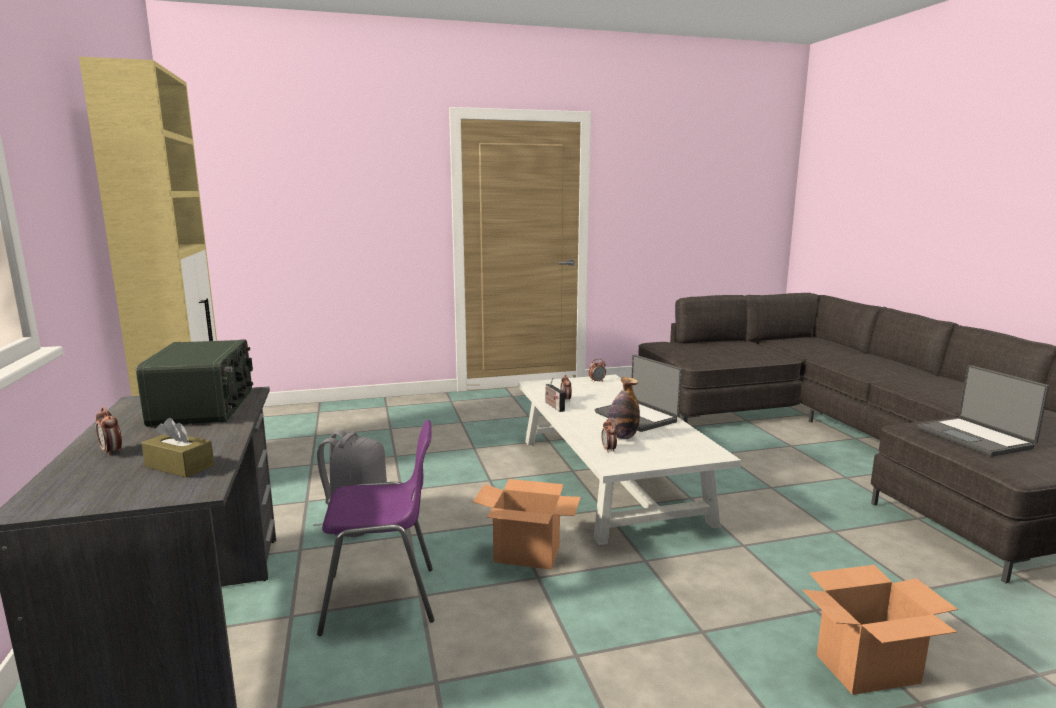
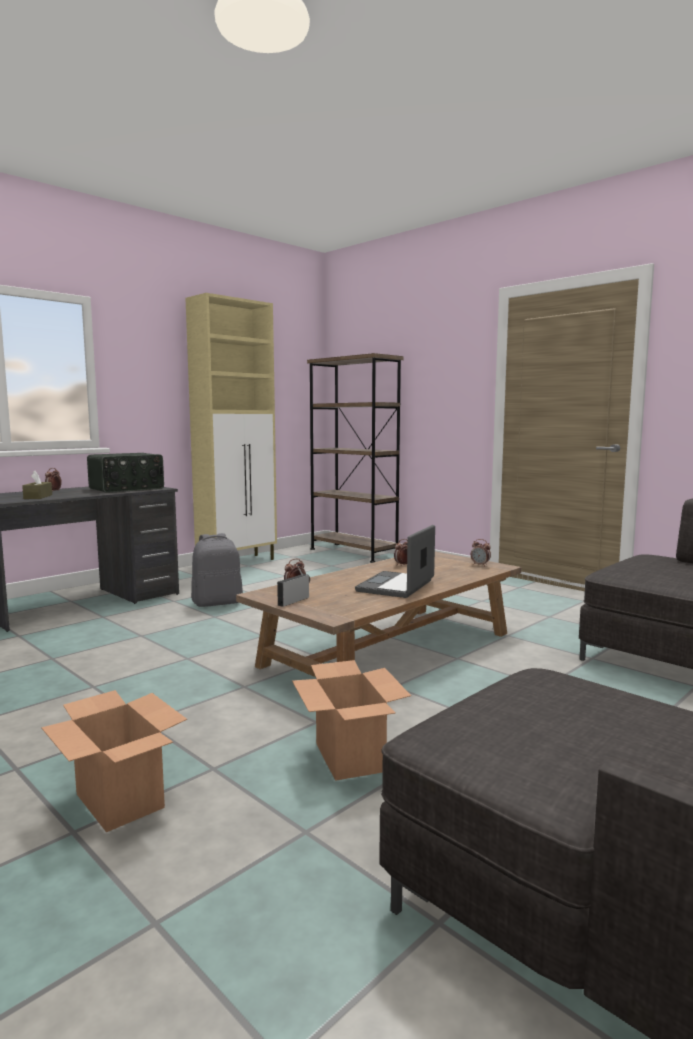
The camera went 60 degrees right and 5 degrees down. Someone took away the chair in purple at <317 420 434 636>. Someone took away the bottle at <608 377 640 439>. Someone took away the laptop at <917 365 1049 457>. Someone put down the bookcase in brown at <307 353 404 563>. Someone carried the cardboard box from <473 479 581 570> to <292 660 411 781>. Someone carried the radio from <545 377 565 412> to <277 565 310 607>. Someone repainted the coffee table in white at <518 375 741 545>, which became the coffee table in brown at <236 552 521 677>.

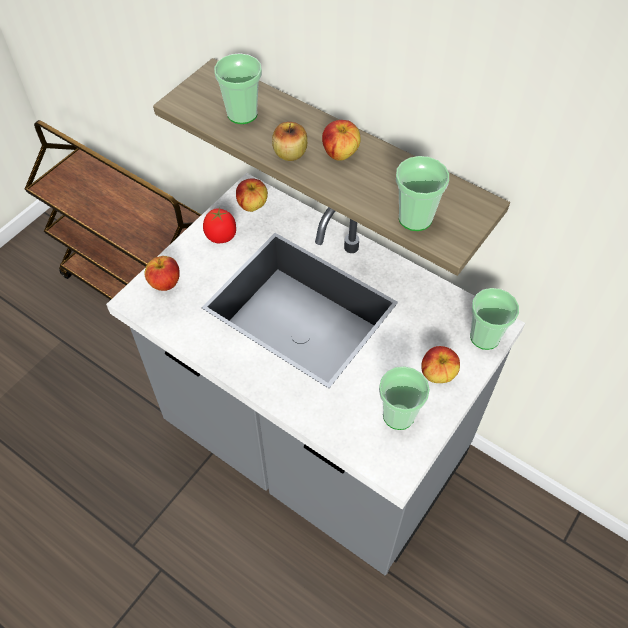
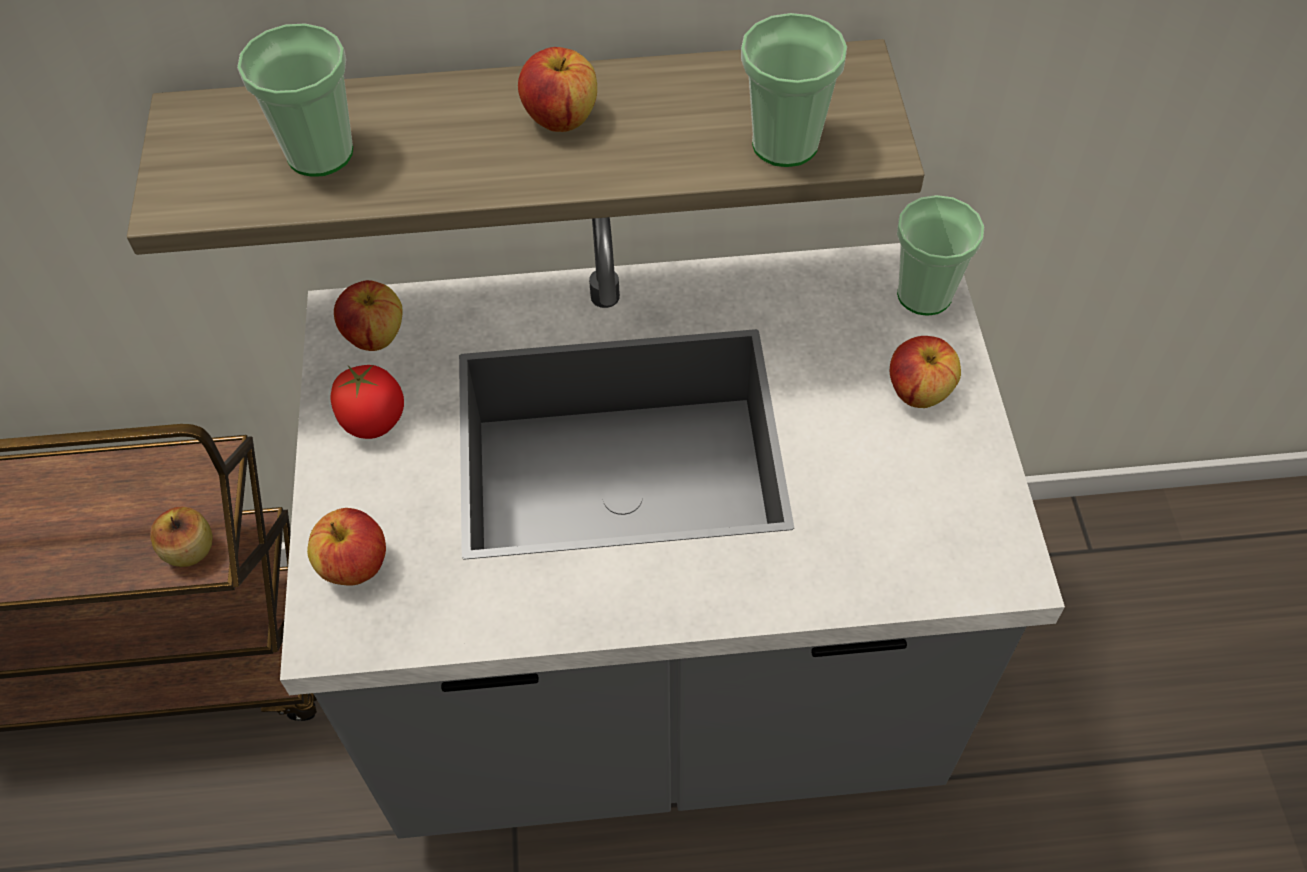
The camera went 40 degrees left and 0 degrees up. Someone took away the cup at <379 366 430 430>. Someone carried the apple from <272 122 307 161> to <150 506 213 567>.

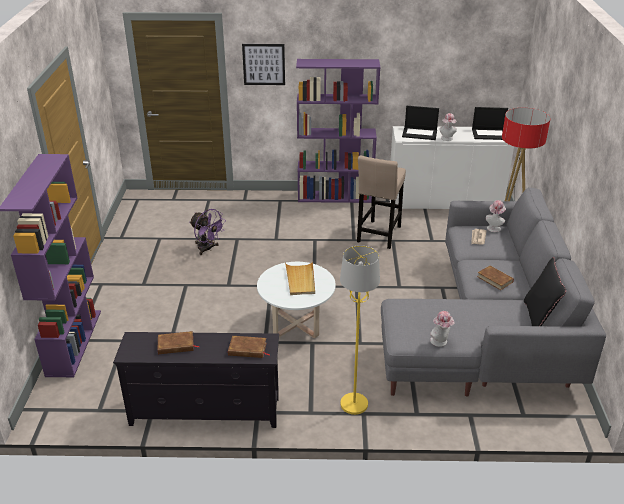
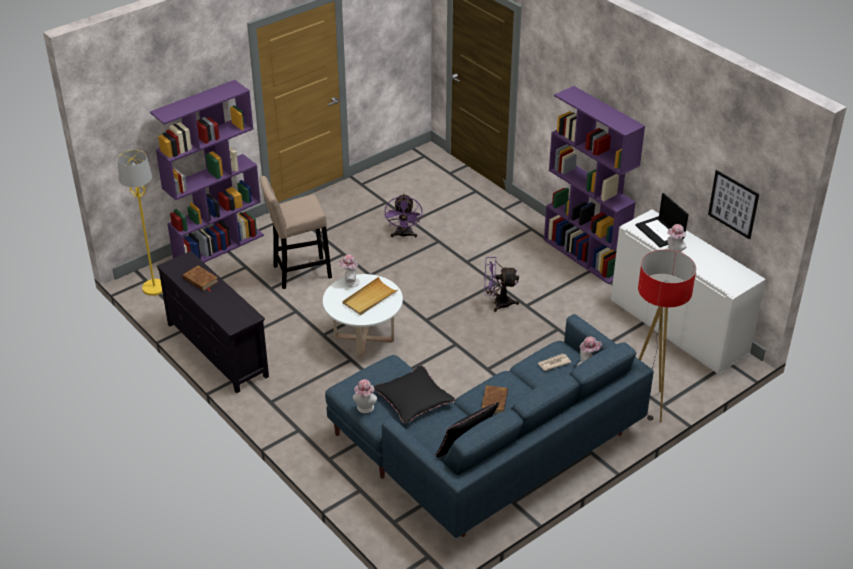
The camera went 50 degrees right and 5 degrees up. Someone took away the book in brown at <228 336 270 358>. Someone took away the laptop at <472 107 508 140>. Someone put down the hat at <338 255 360 287>. Someone put down the pillow in black at <373 366 455 423>. Someone put down the fan in purple at <484 257 519 312>. Someone carried the picture from <242 44 285 85> to <708 170 759 240>. Someone carried the floor lamp in yellow from <340 245 380 415> to <117 150 163 296>. Someone carried the stool in beige from <357 156 406 249> to <260 176 332 289>. Someone repainted the sofa in grey at <381 187 606 397>, which became the sofa in blue at <325 314 654 538>.

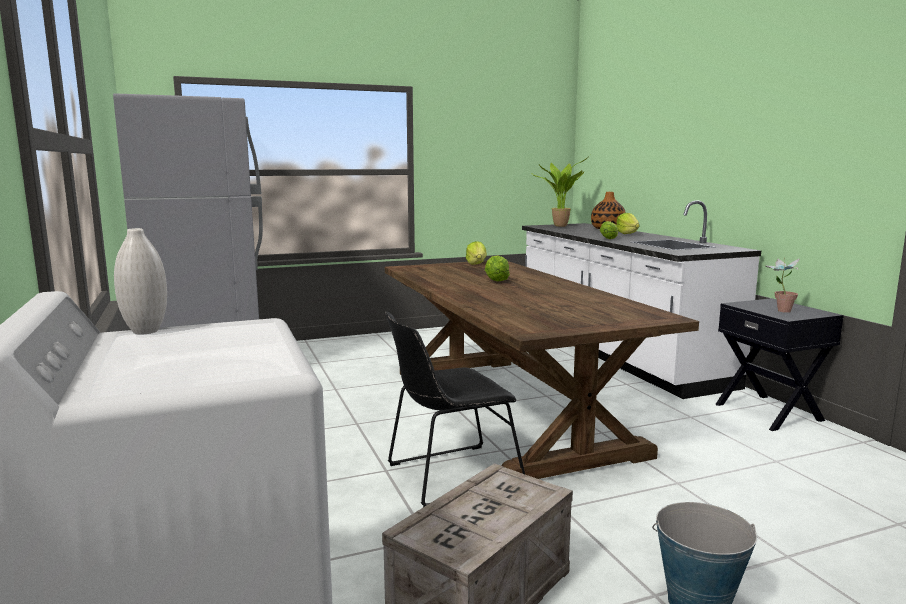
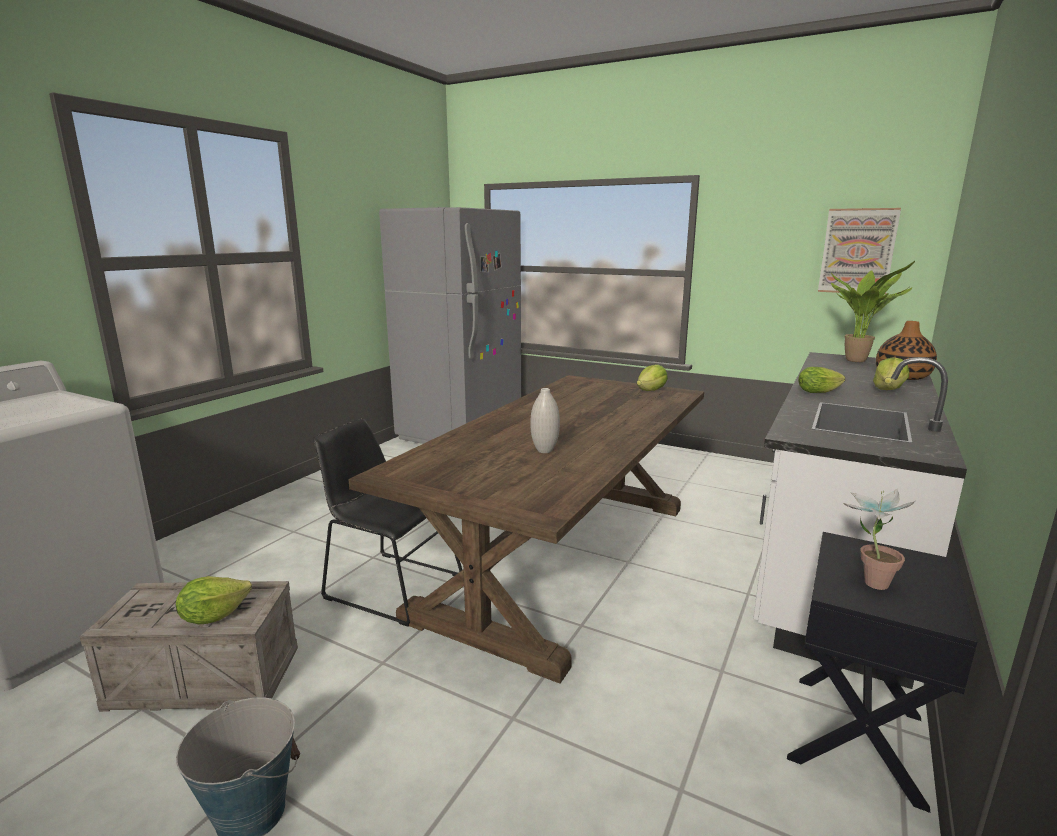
The camera went 50 degrees right and 5 degrees up. Someone put up the picture at <818 208 901 295>. Someone carried the vase in white from <114 228 167 335> to <530 388 560 453>. Someone carried the lettuce from <485 256 510 281> to <176 576 252 624>.

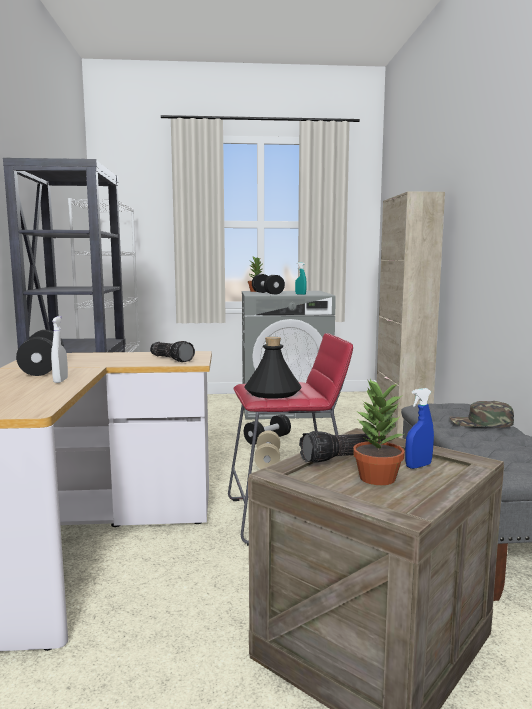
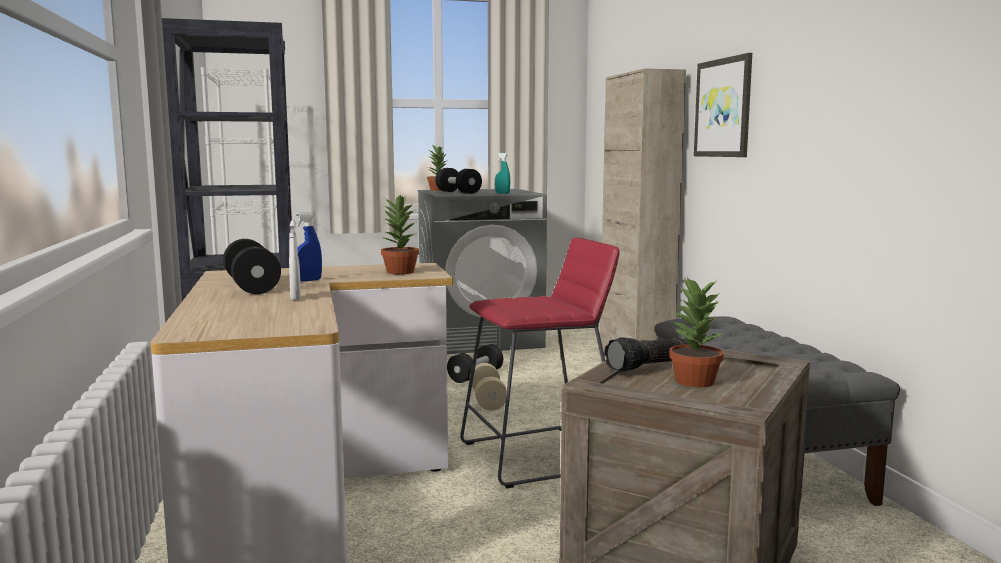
The camera went 10 degrees left and 0 degrees up. Someone took away the bottle in black at <244 337 302 399>. Someone took away the cap in green at <449 401 514 428>. Someone put up the picture at <694 53 752 157>. Someone carried the spray bottle in blue from <405 388 434 469> to <295 212 322 282>. Someone swapped the flashlight at <150 341 195 362> for the potted plant at <381 195 419 274>.

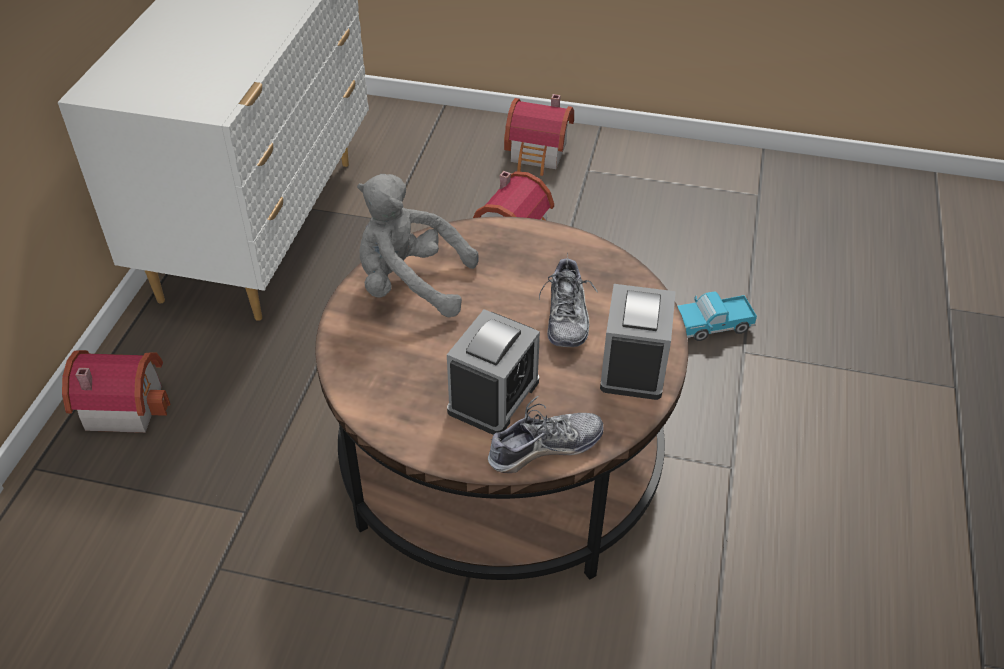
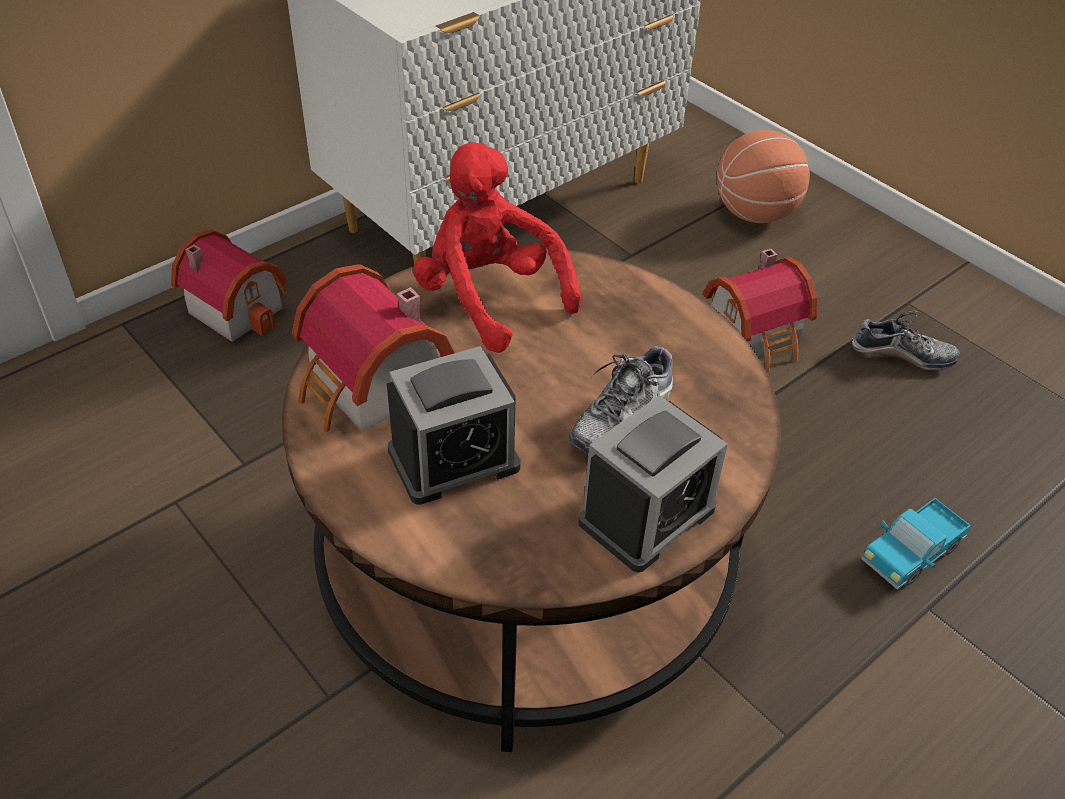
The camera went 35 degrees right and 0 degrees up. Someone put down the basketball at <717 130 810 223>. Someone carried the shoe from <488 396 603 473> to <852 311 960 371>. Someone carried the toy house from <504 94 574 176> to <292 264 454 432>. Someone repainted the plush toy in grey at <357 174 479 318>, which became the plush toy in red at <413 142 582 353>. Someone rotated the toy truck at <677 291 757 341> by 60 degrees counterclockwise.

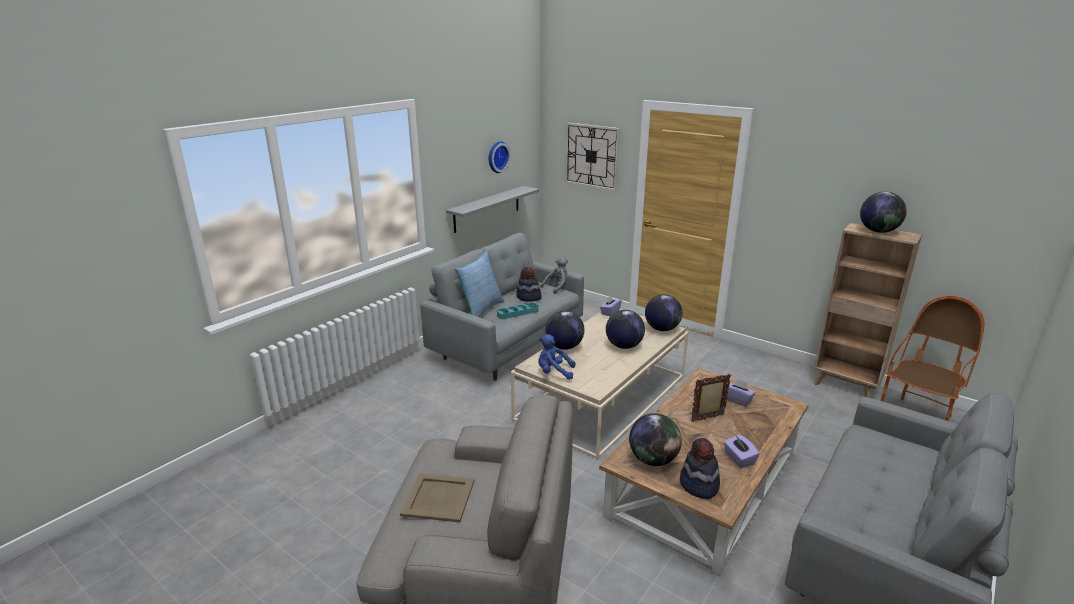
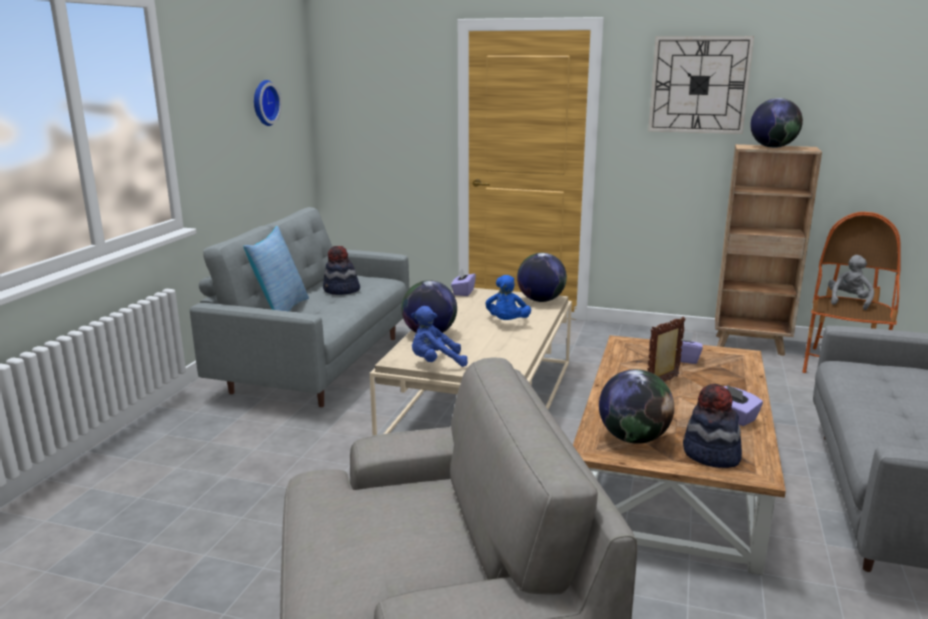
The camera went 20 degrees left and 5 degrees down. Someone took away the tray in beige at <400 473 475 522>. Someone took away the shelf in grey at <446 186 539 233>. Someone took away the tray in turquoise at <497 303 538 319>. Someone carried the plush toy in grey from <541 257 569 294> to <828 255 874 310>. Someone carried the wall clock from <565 122 620 191> to <648 36 754 134>. Someone swapped the globe at <606 310 645 349> for the plush toy in blue at <486 275 531 320>.

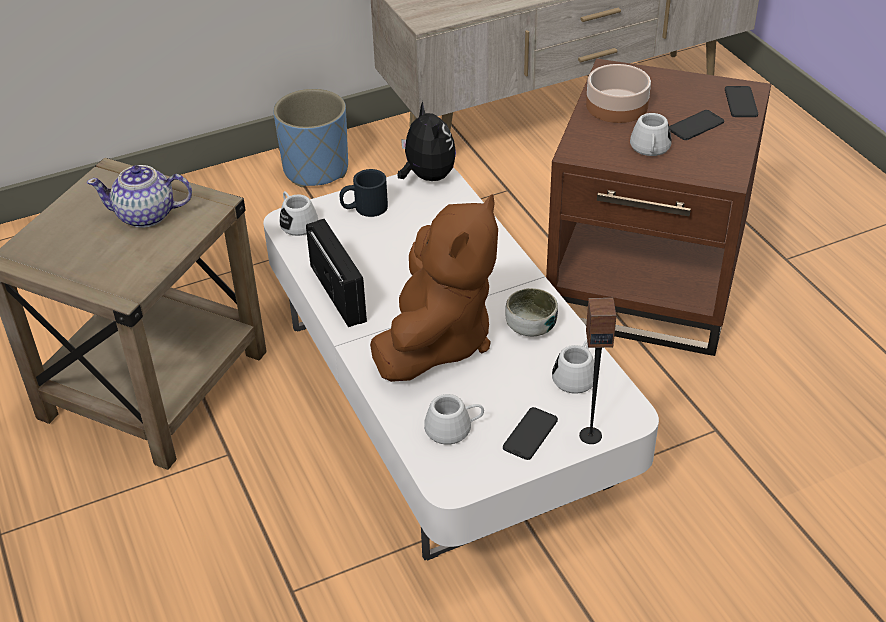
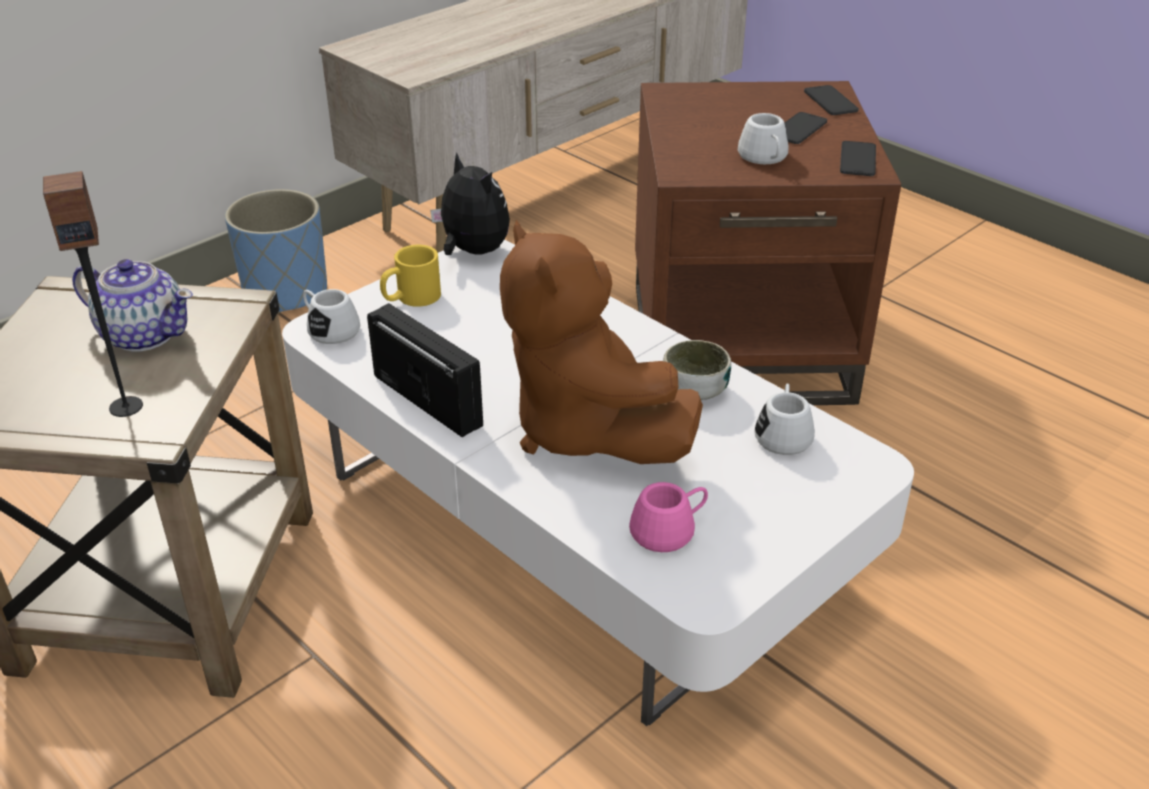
The camera went 20 degrees left and 5 degrees down. Someone took away the bowl at <586 64 651 123>. Someone carried the phone from <503 407 558 460> to <840 141 876 176>. Someone carried the speaker from <579 298 616 444> to <43 171 143 417>. Someone repainted the mug in black at <340 169 388 217>, which became the mug in yellow at <380 245 441 307>. Someone repainted the mug in white at <424 394 484 445>, which became the mug in pink at <629 482 708 552>. Someone rotated the teapot at <87 165 192 228> by 135 degrees counterclockwise. Someone rotated the plush toy in brown at <370 195 498 382> by 150 degrees clockwise.

